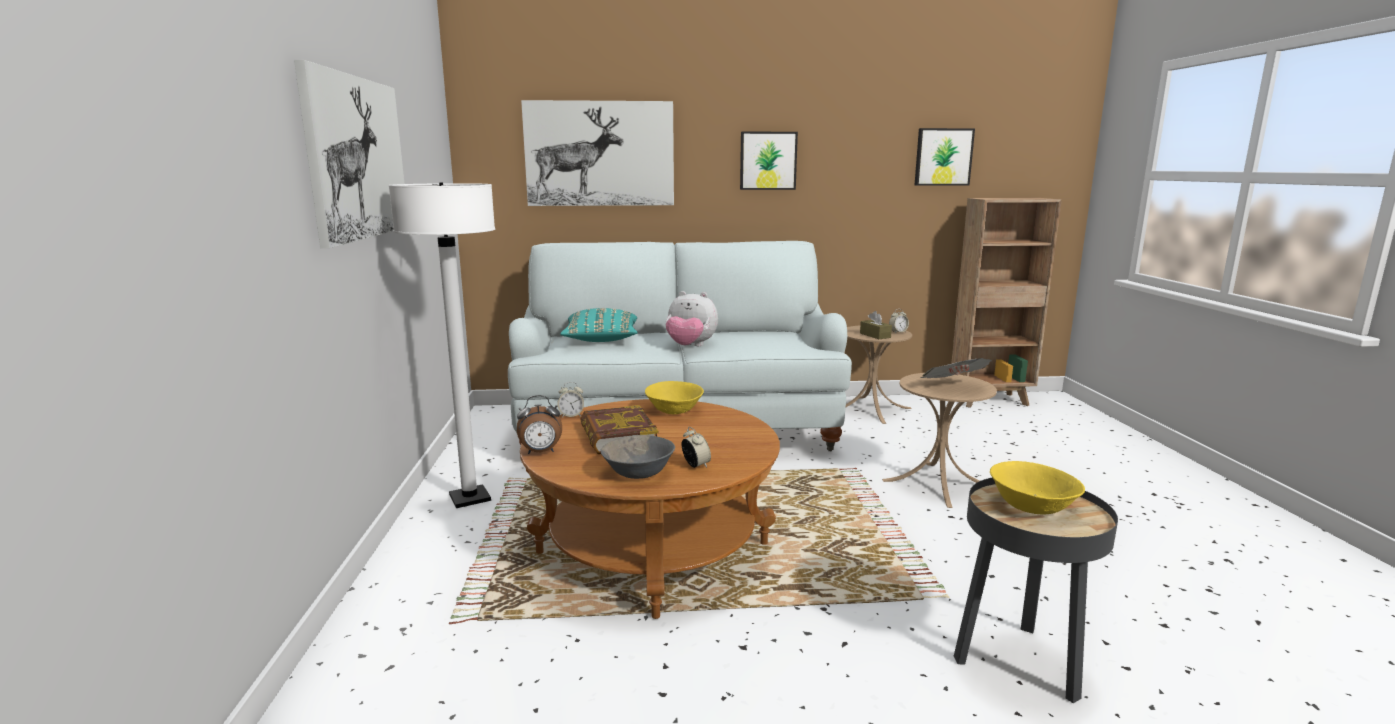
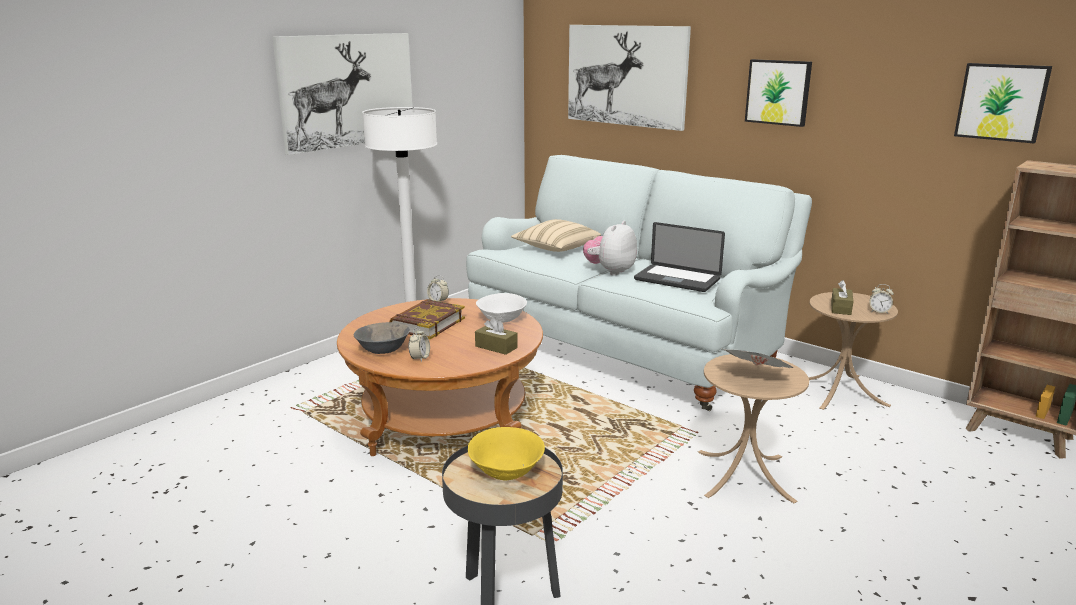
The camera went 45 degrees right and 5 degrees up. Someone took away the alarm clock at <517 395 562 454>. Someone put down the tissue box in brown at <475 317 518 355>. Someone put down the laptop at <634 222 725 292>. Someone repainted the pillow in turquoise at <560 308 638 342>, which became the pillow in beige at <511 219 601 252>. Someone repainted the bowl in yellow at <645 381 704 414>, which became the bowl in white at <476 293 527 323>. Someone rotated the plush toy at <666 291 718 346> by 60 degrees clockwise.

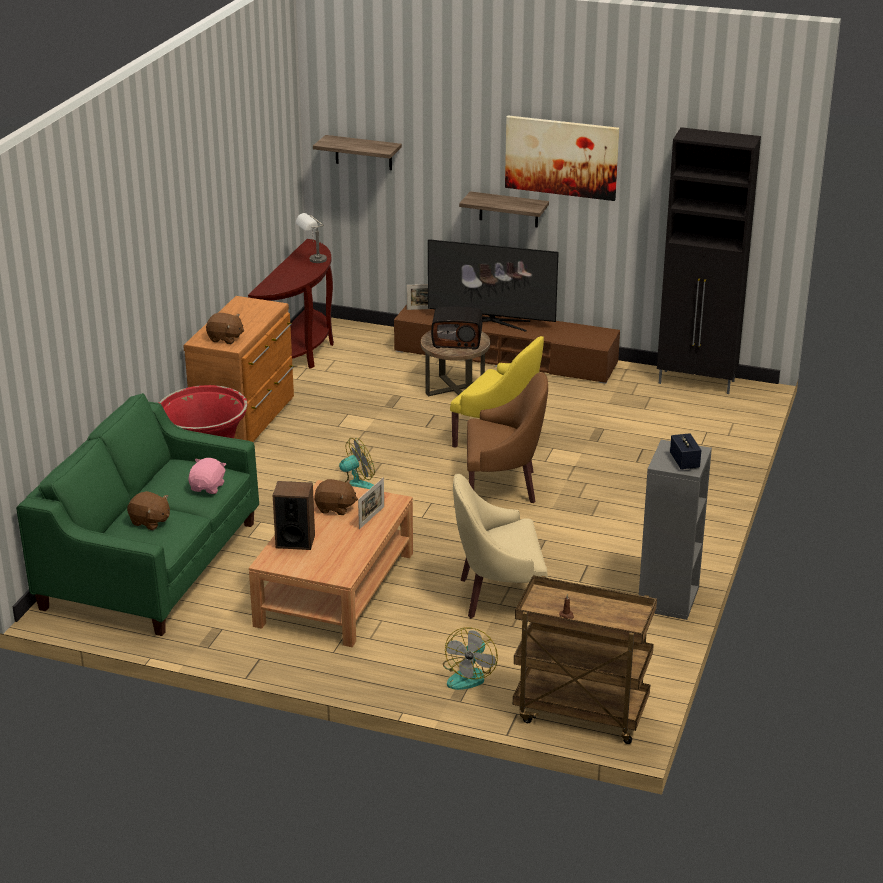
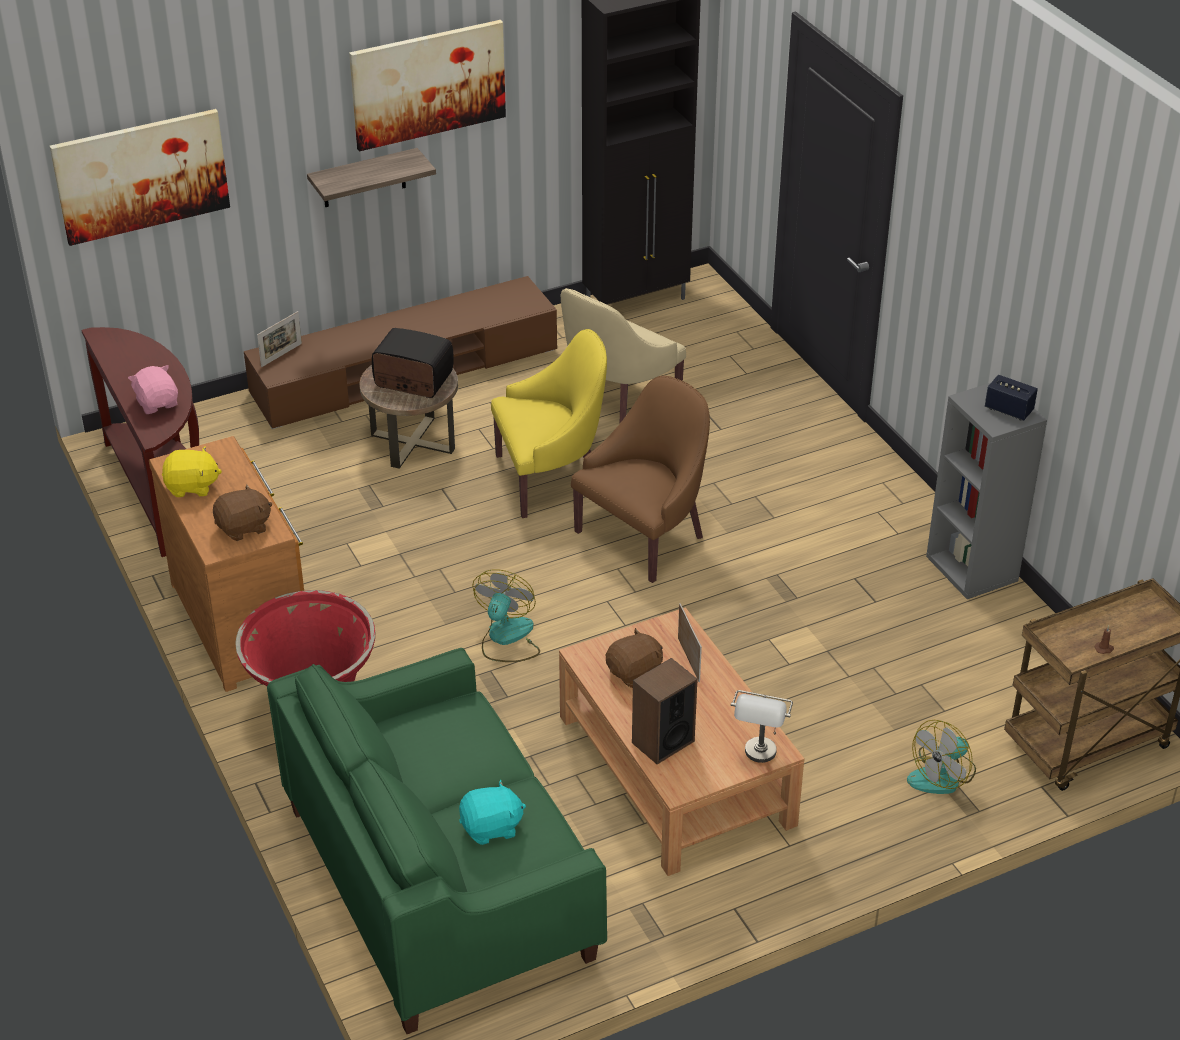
The camera went 45 degrees left and 10 degrees up. Someone took away the television at <428 239 559 332>. Someone put down the plush toy in yellow at <162 446 222 497>. Someone carried the plush toy in pink from <188 458 226 494> to <128 365 178 414>. Someone carried the table lamp in grey from <296 213 327 263> to <731 690 793 763>. Someone carried the armchair in beige from <453 474 548 618> to <561 288 686 423>. Someone swapped the shelf at <313 135 402 170> for the picture at <50 109 230 246>. Someone repainted the plush toy in brown at <127 491 170 530>, which became the plush toy in turquoise at <459 780 526 845>. Someone rotated the radio at <431 307 483 350> by 120 degrees counterclockwise. Someone rotated the fan at <443 627 498 690> by 75 degrees clockwise.

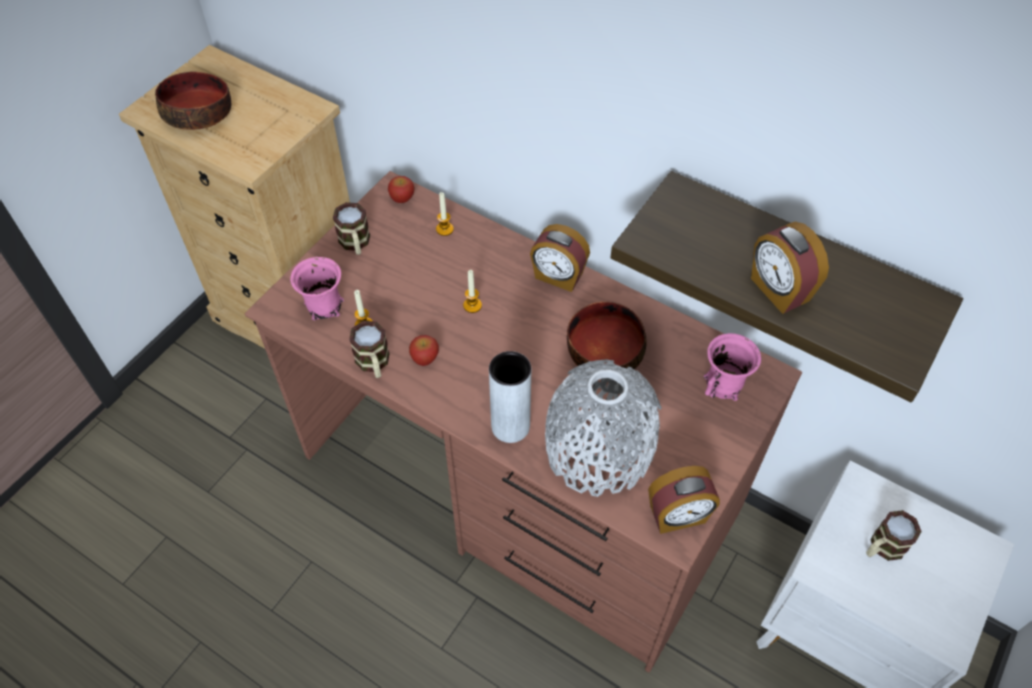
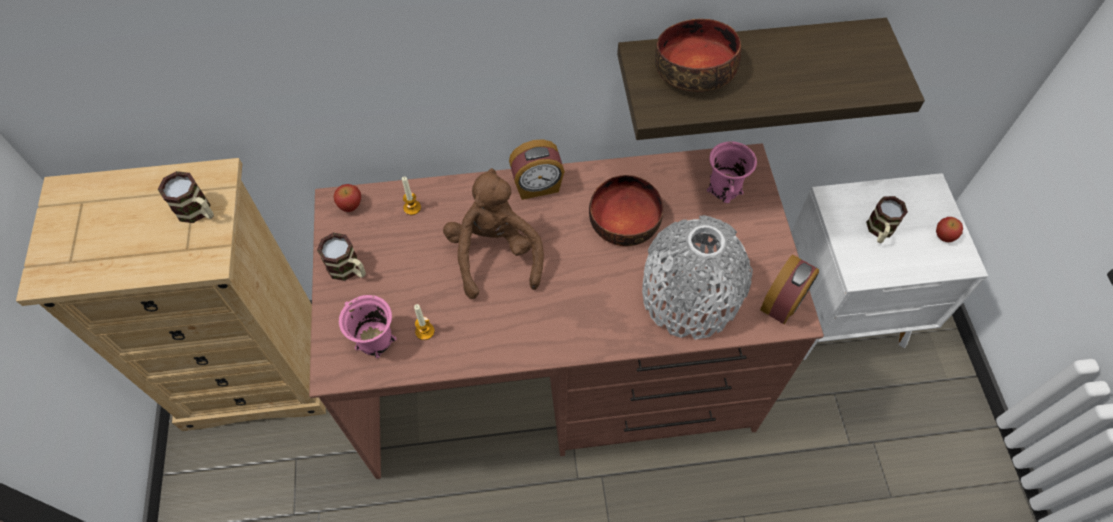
The camera went 40 degrees left and 5 degrees up. Someone took away the vase in grey at <489 351 531 443>. Someone took away the alarm clock at <751 222 829 314>. Someone carried the bowl from <155 71 231 130> to <655 19 741 92>. Someone carried the mug from <349 321 390 378> to <158 171 214 223>. Someone carried the apple from <409 335 439 366> to <936 217 963 242>. Someone swapped the candle at <463 270 482 313> for the plush toy in brown at <443 168 544 299>.

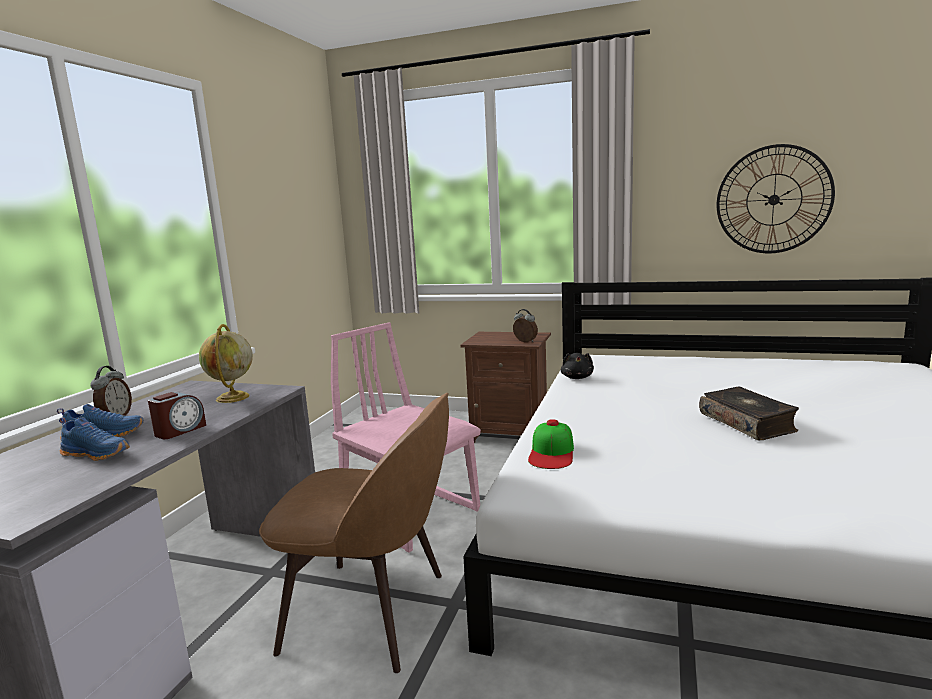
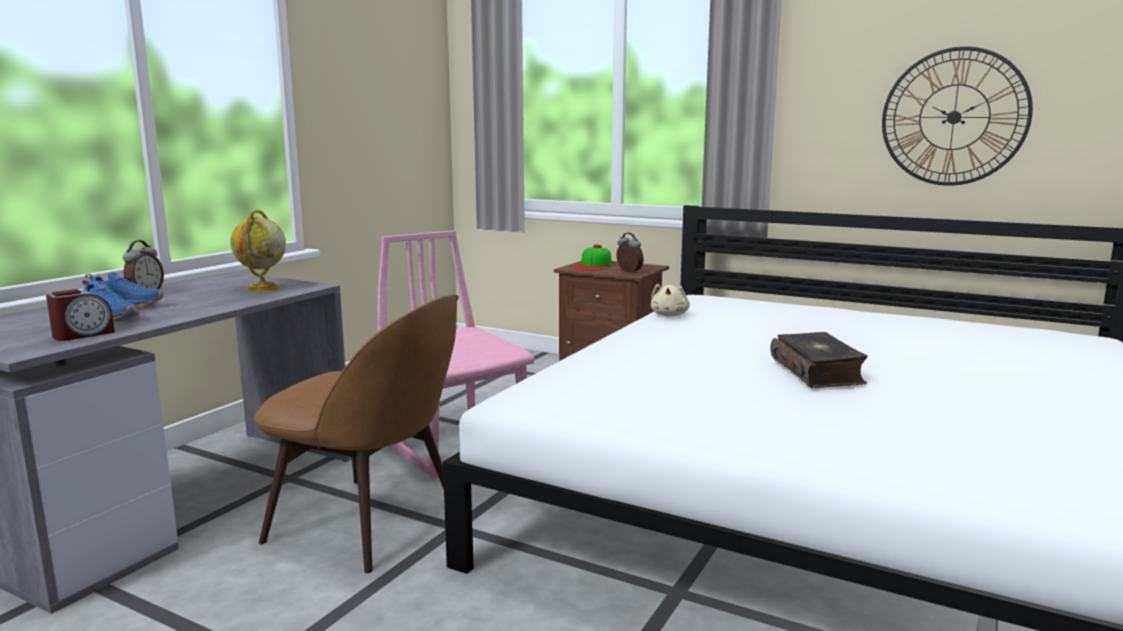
The camera went 10 degrees right and 0 degrees up. Someone carried the alarm clock from <148 392 206 439> to <46 289 115 341>. Someone carried the cap from <528 419 574 469> to <573 245 612 271>. Someone repainted the plush toy in black at <560 353 594 379>, which became the plush toy in beige at <651 284 690 316>.

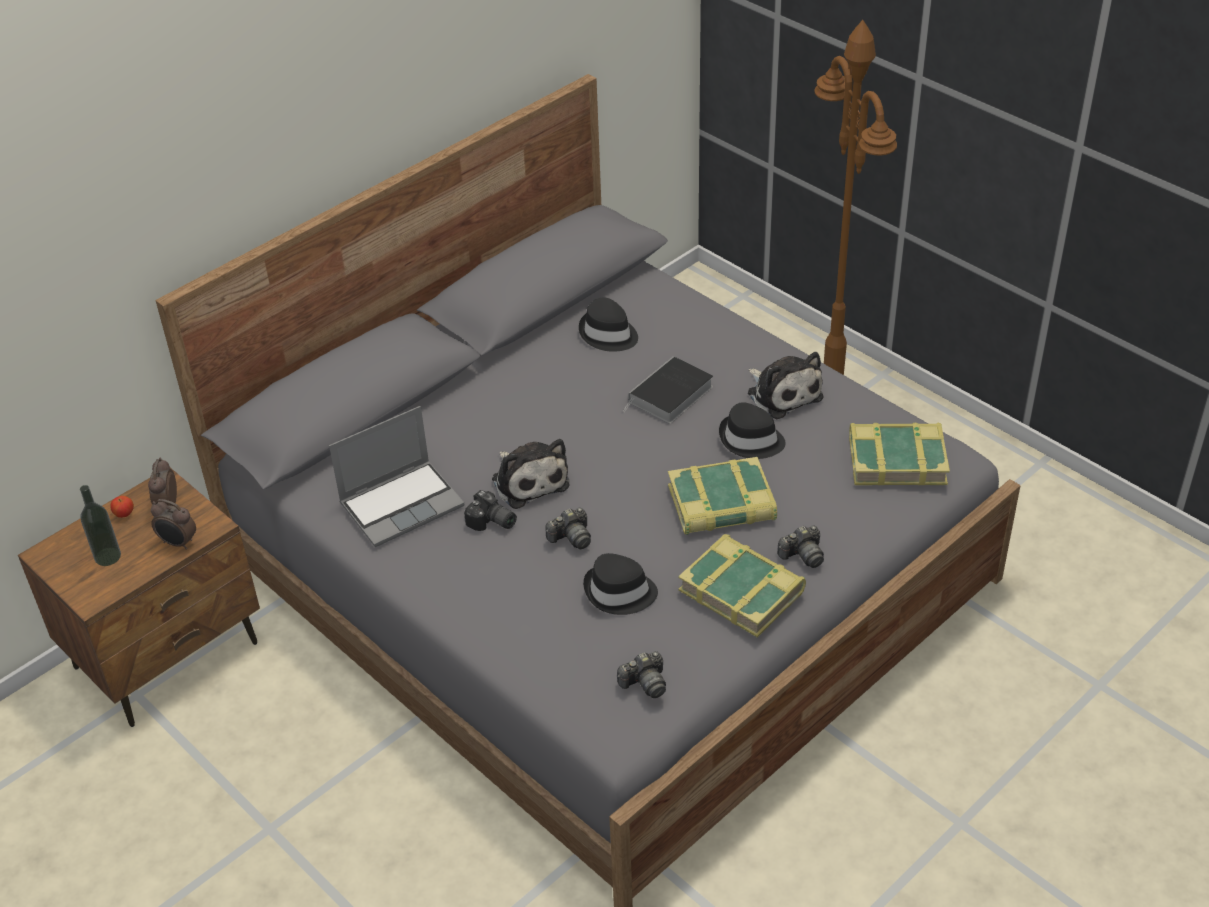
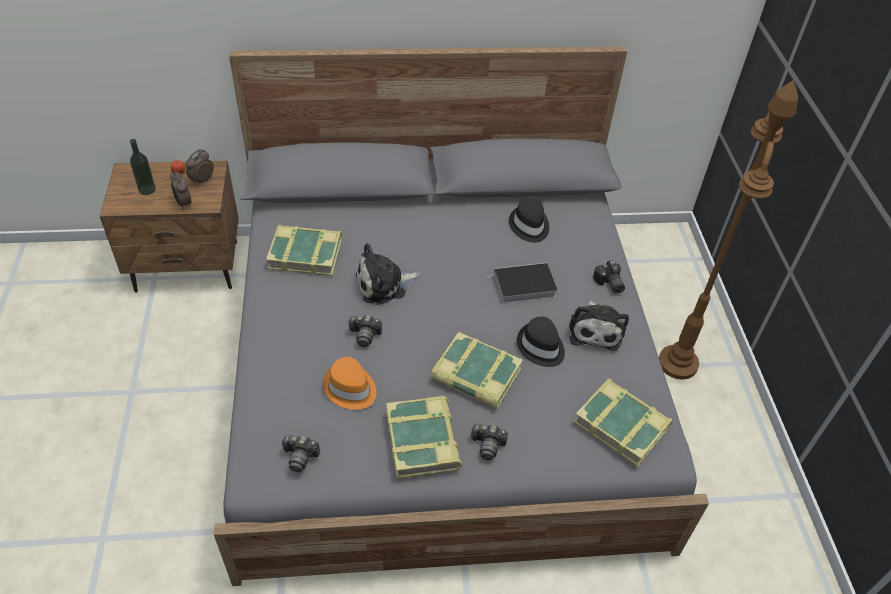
The camera went 35 degrees right and 5 degrees up. Someone carried the photo camera from <464 490 517 531> to <593 260 625 294>. Someone swapped the laptop at <329 406 465 547> for the book at <266 225 342 276>. Someone repainted the hat in black at <583 553 658 615>, which became the hat in orange at <323 357 377 410>. Someone rotated the plush toy at <492 439 569 509> by 60 degrees clockwise.

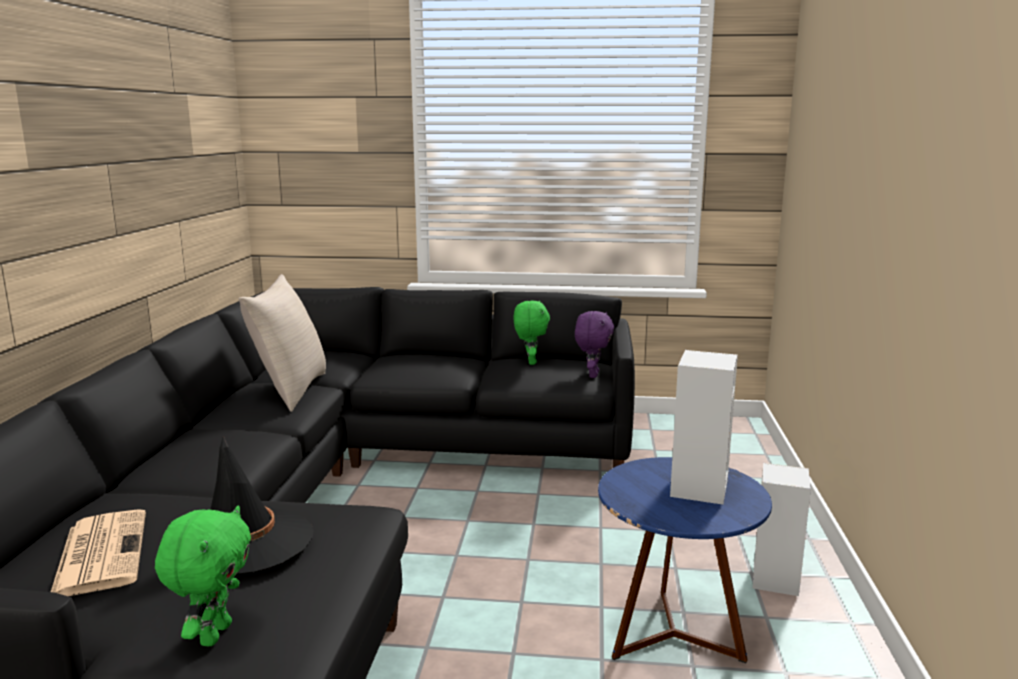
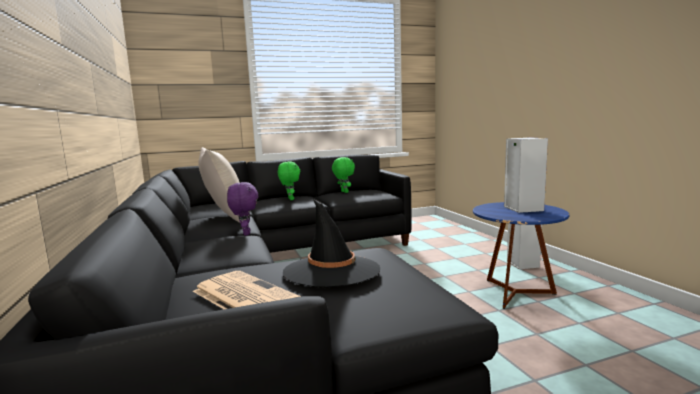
The camera went 25 degrees left and 5 degrees down. Someone carried the plush toy in green from <155 506 251 646> to <278 161 301 200>. Someone carried the plush toy in purple from <575 311 614 378> to <227 182 258 236>.

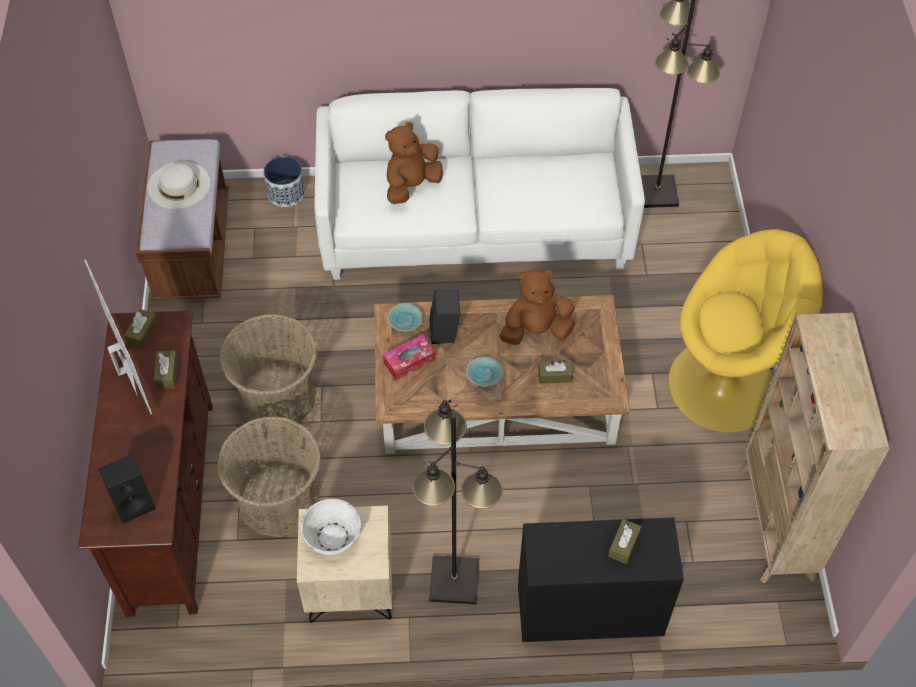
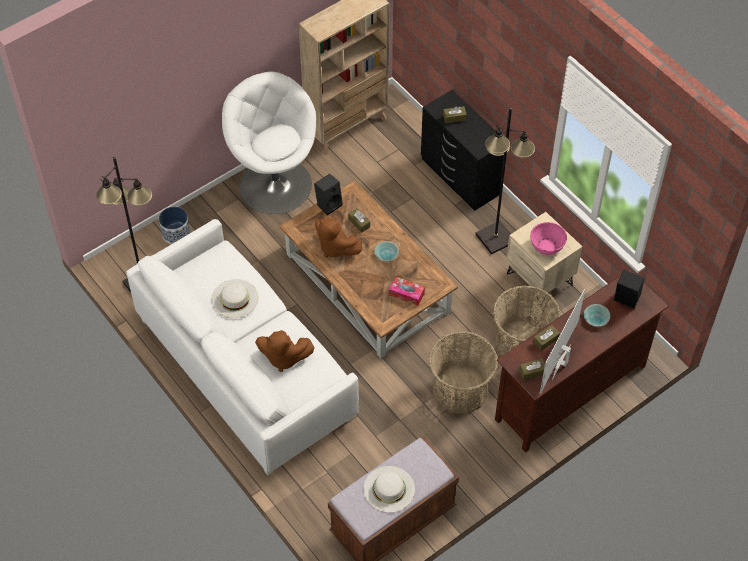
The camera went 125 degrees left and 0 degrees up. Someone put down the hat in white at <211 279 259 318>. Someone carried the planter from <263 156 305 207> to <159 207 190 244>. Someone carried the bowl in turquoise from <387 303 423 331> to <584 304 610 326>. Someone carried the speaker in black from <429 290 461 344> to <314 174 343 215>. Someone repainted the bowl in white at <301 498 361 555>, which became the bowl in pink at <530 222 567 255>. Someone repainted the armchair in yellow at <669 229 823 432>, which became the armchair in white at <222 71 316 214>.

